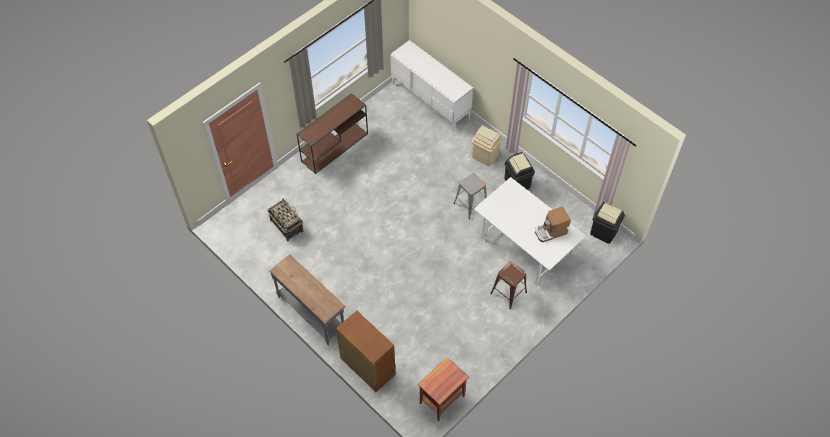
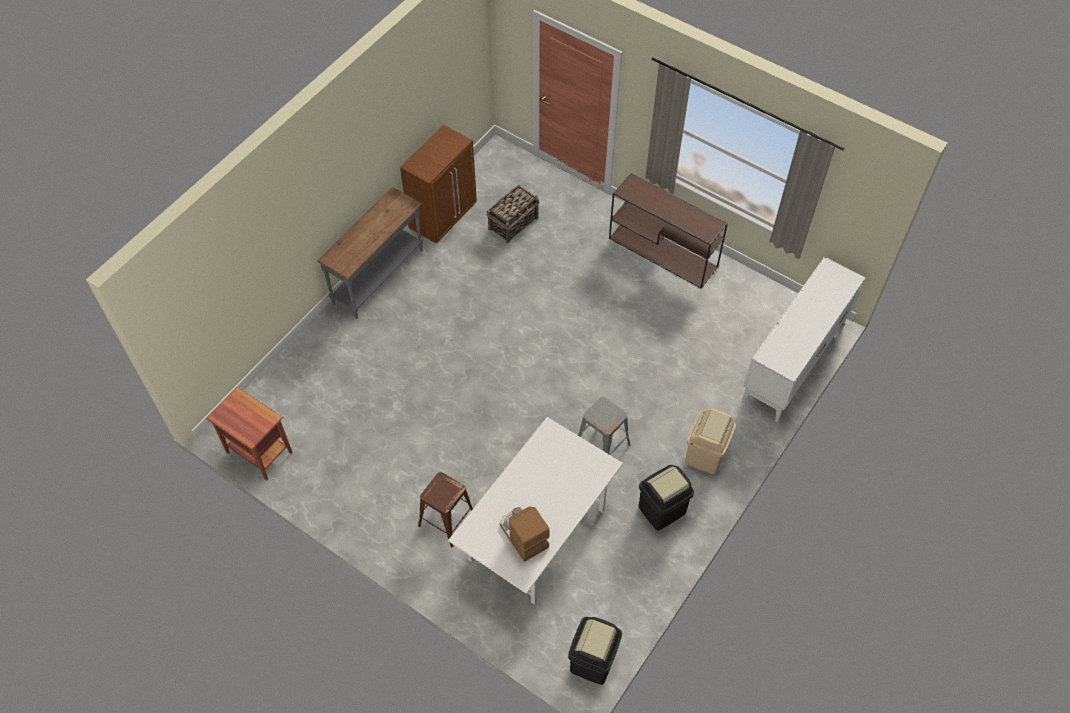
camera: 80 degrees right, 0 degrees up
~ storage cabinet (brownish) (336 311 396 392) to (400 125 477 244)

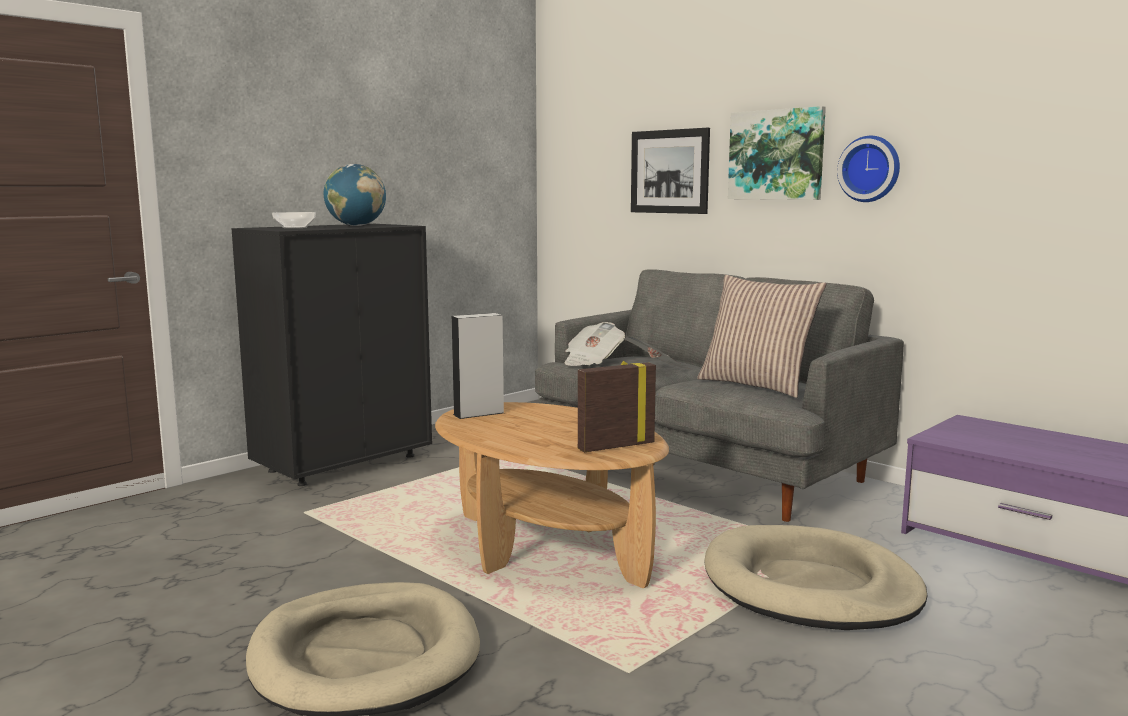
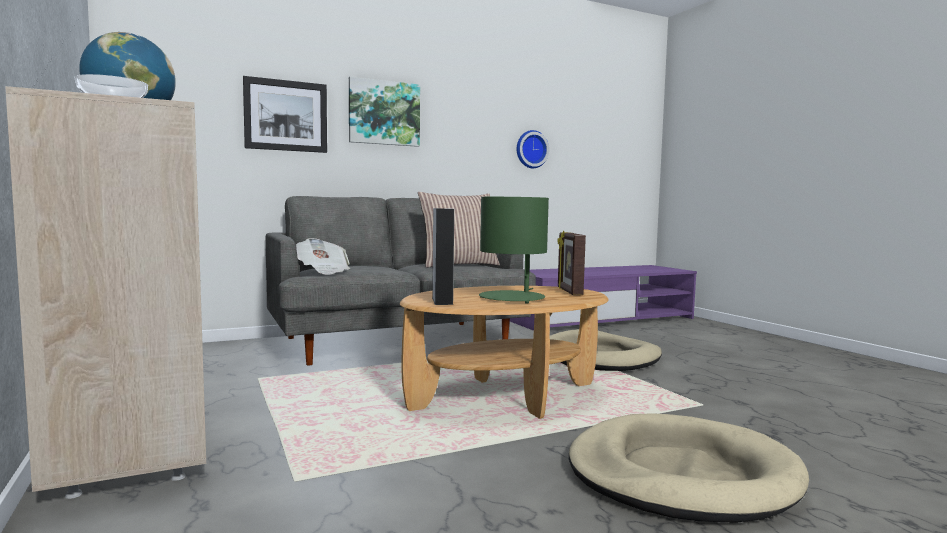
camera: 70 degrees left, 5 degrees down
~ storage cabinet (black) (232 224 432 486) to storage cabinet (beige-coloured) (5 86 206 499)
- printed paper (623 336 690 369)
~ clock on the wall (837 136 900 202) to (517 130 549 168)
+ table lamp (greenish) (479 197 549 304)

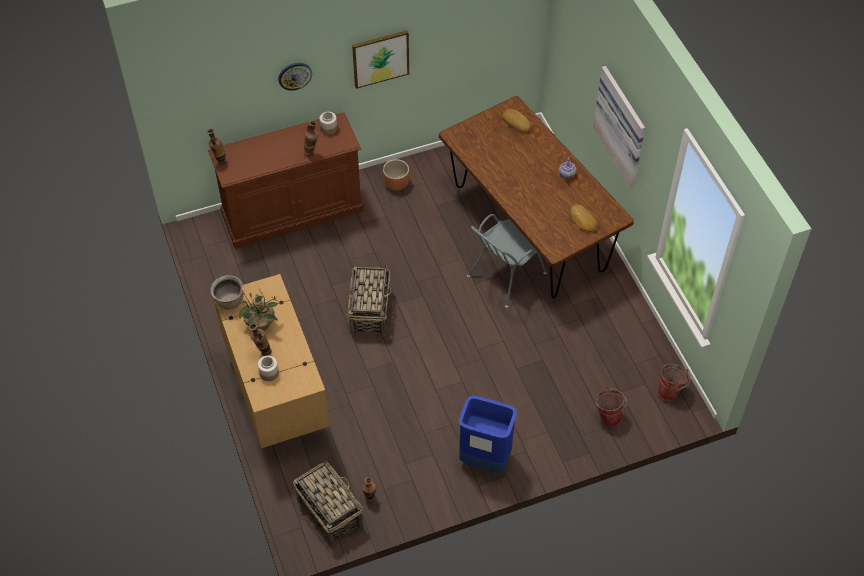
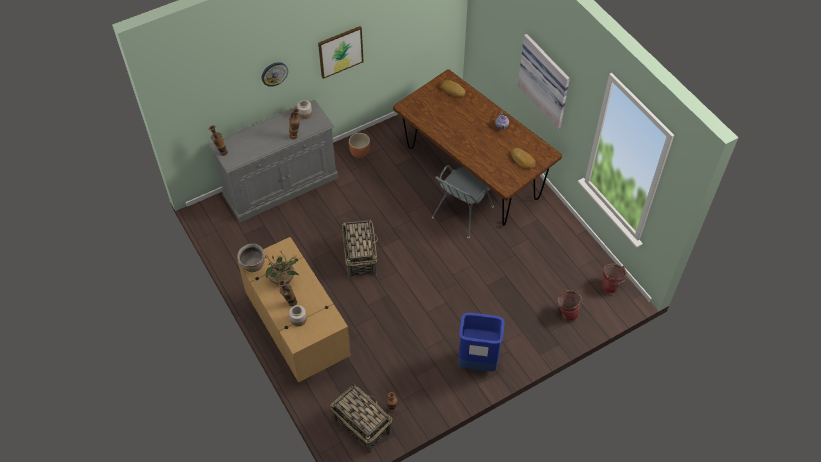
camera: 10 degrees left, 0 degrees up
~ storage cabinet (brownish) (208 112 364 249) to storage cabinet (grey) (209 100 339 222)

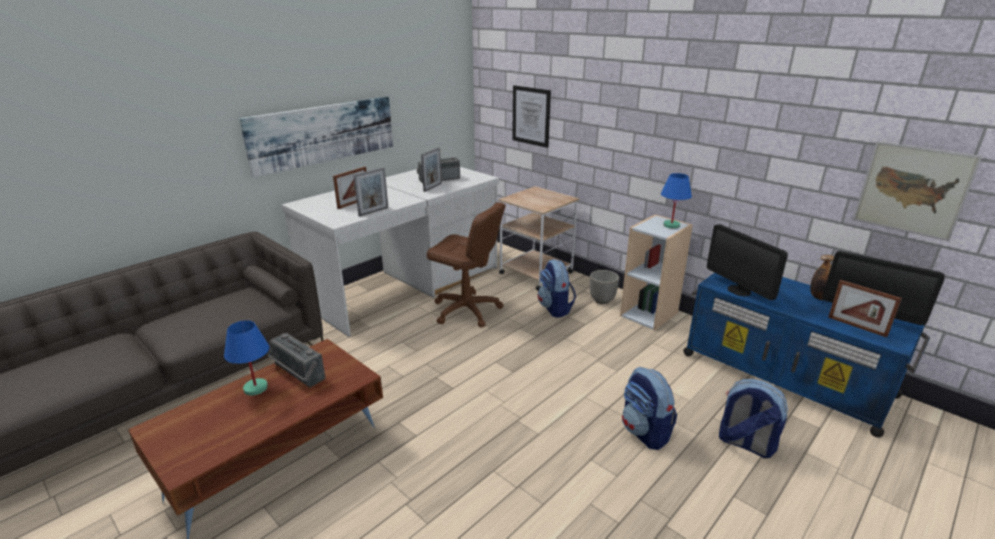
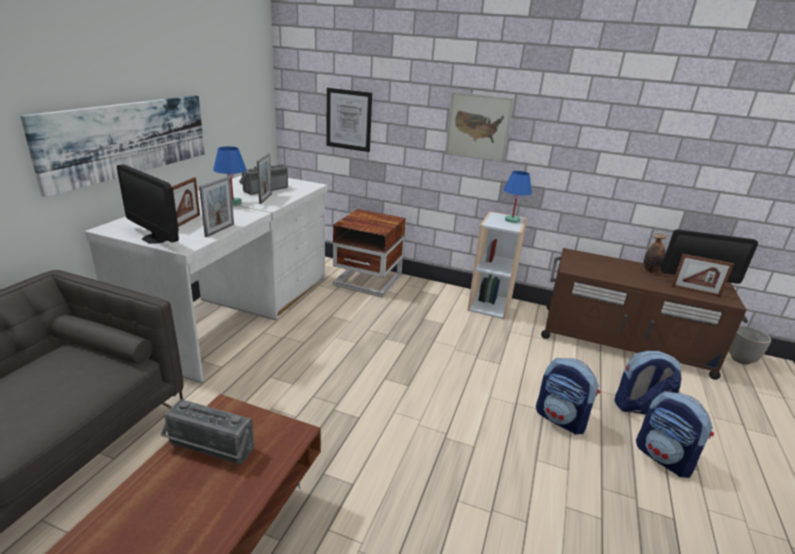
camera: 25 degrees left, 0 degrees up
~ table lamp (blue-coloured) (224 320 270 396) to (213 146 247 206)
- office chair (brownish) (427 202 505 327)
~ wheeled cart (beige-coloured) (498 186 579 291) to night table (333 209 406 298)
~ backpack (538 259 576 318) to (636 391 714 478)
~ planter (590 270 619 304) to (729 326 771 365)
~ storage cabinet (blue-coloured) (683 272 930 437) to storage cabinet (brownish) (541 248 748 380)
~ monitor (707 224 788 300) to (117 164 179 244)
~ wall art (853 141 982 241) to (445 92 514 163)

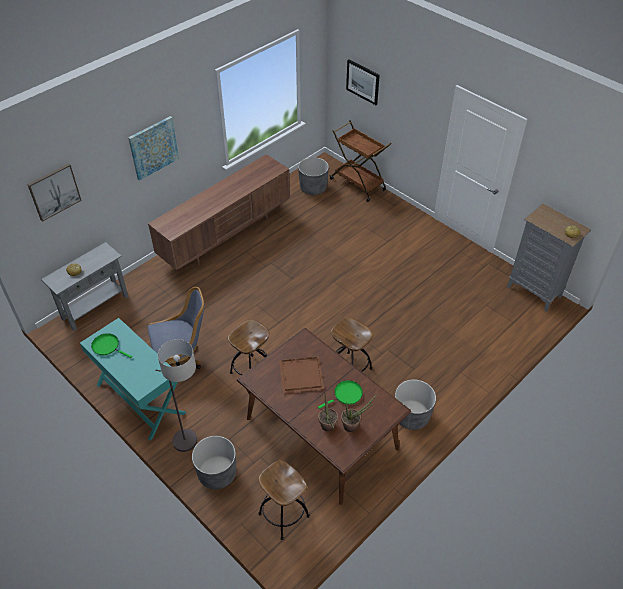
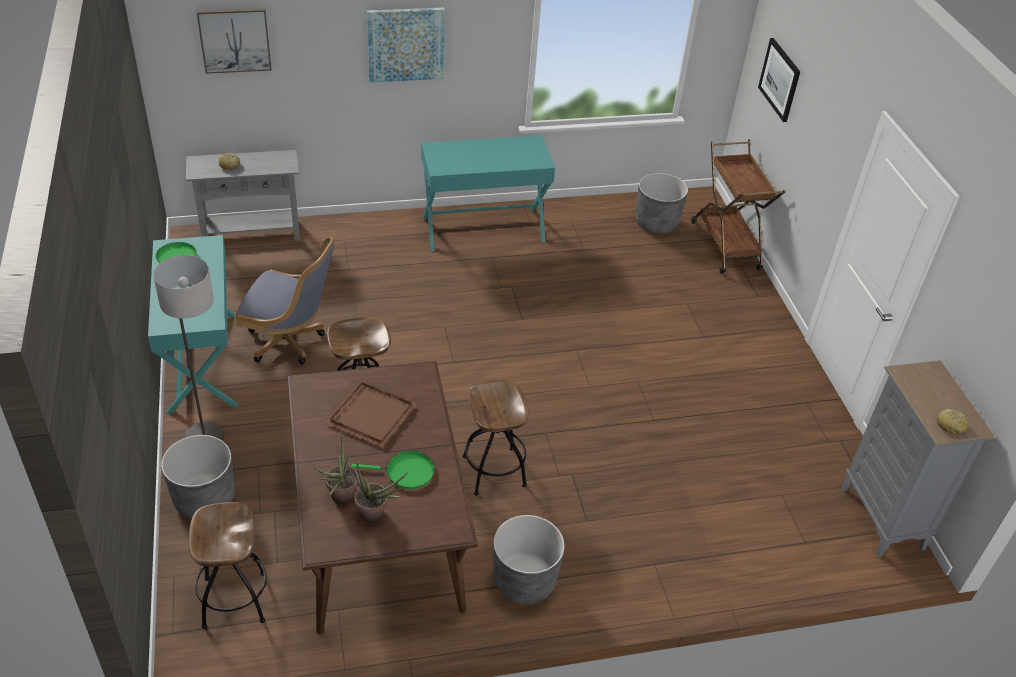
camera: 30 degrees right, 5 degrees down
~ storage cabinet (brownish) (148 154 290 270) to desk unit (blue-green) (421 135 555 251)

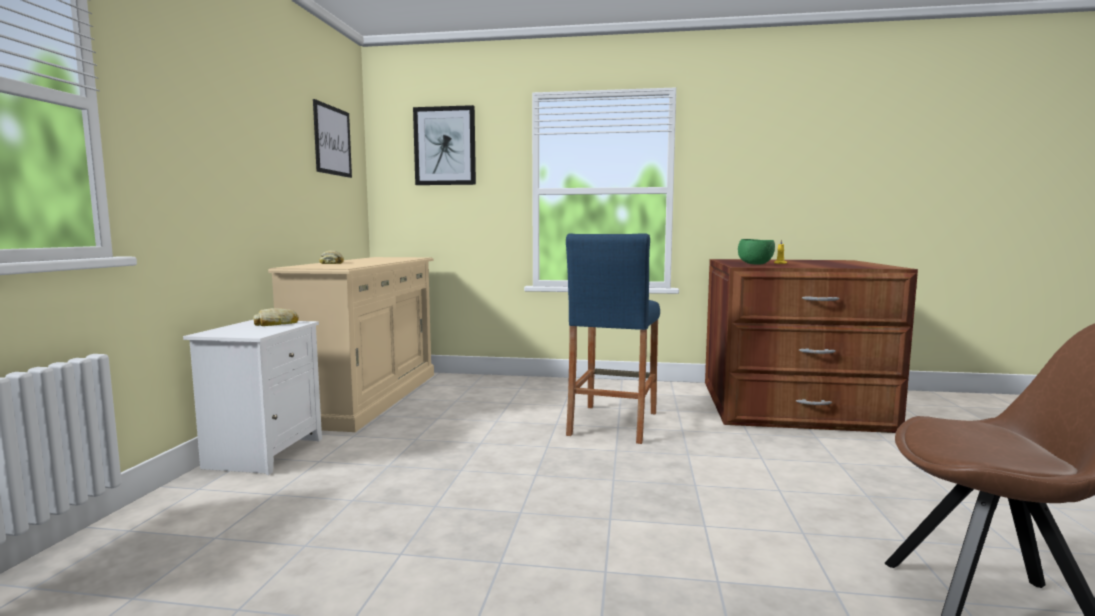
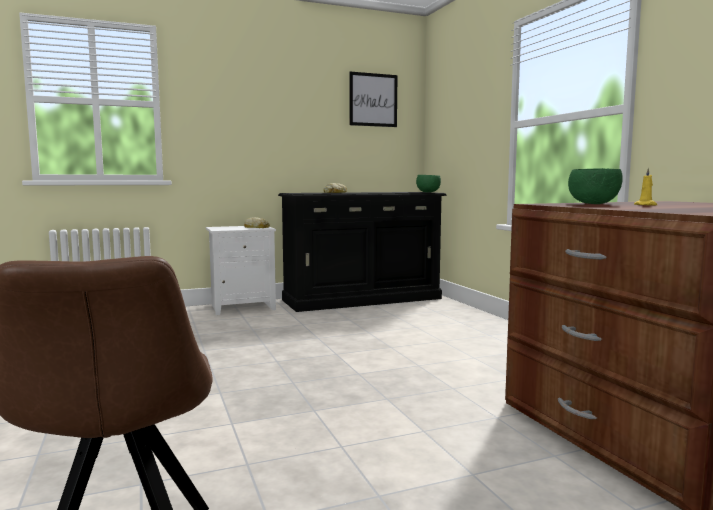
camera: 60 degrees right, 0 degrees up
~ storage cabinet (beige-coloured) (268 257 434 432) to storage cabinet (black) (278 192 446 312)
- wall art (413 105 476 185)
- stool (blue-coloured) (566 233 660 444)
+ bowl (greenish) (416 175 441 192)

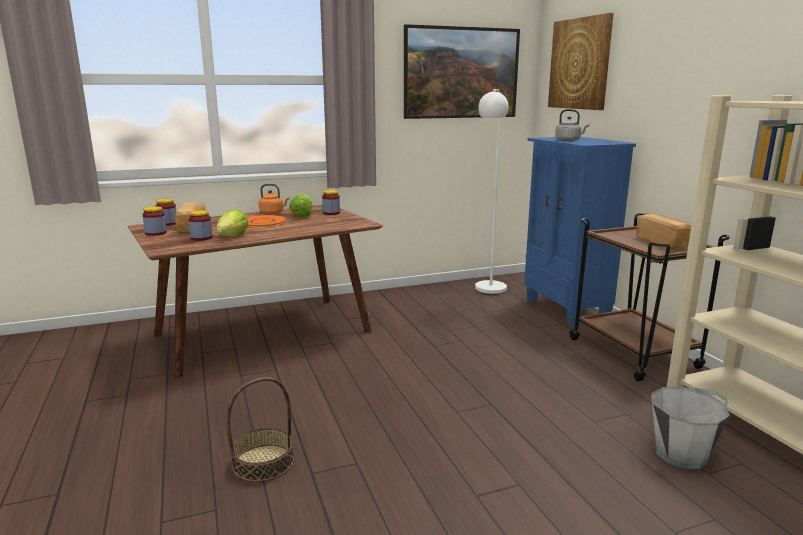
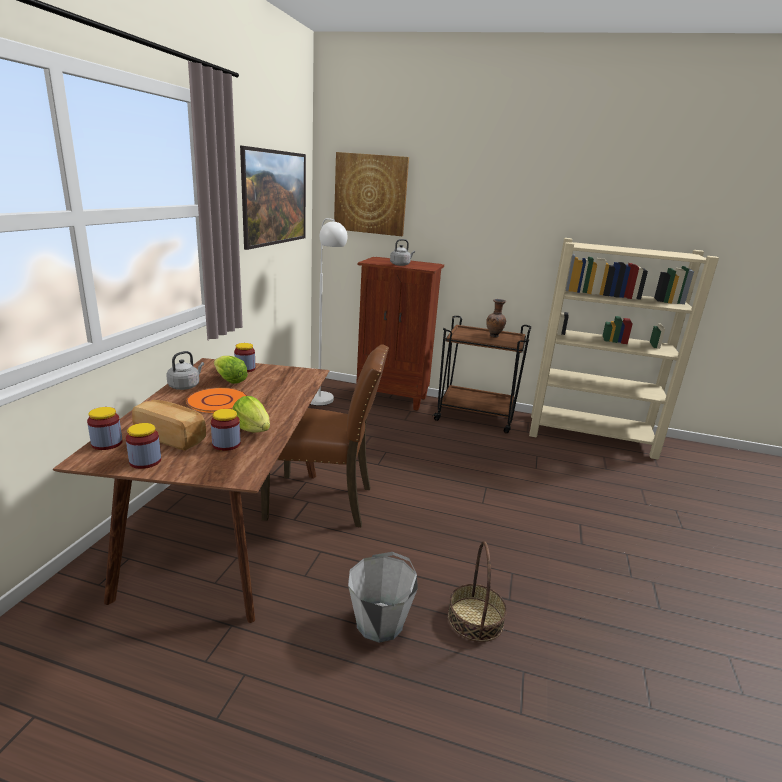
camera: 55 degrees left, 5 degrees up
~ kettle (orange-coloured) (259 184 289 214) to kettle (grey) (166 351 204 390)
~ storage cabinet (blue-coloured) (524 137 636 326) to storage cabinet (brownish) (356 257 444 410)
~ bakery bread (636 214 691 249) to vase (brownish) (486 299 506 338)
~ water bucket (grey) (651 387 730 469) to (348 552 418 643)
+ plain chair (brownish) (261 344 389 527)

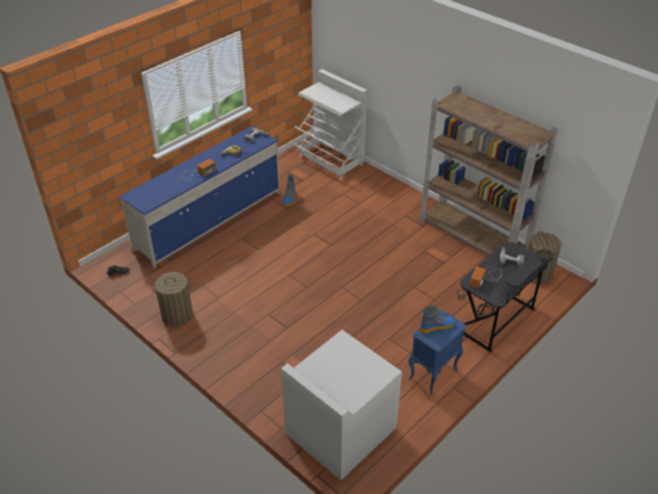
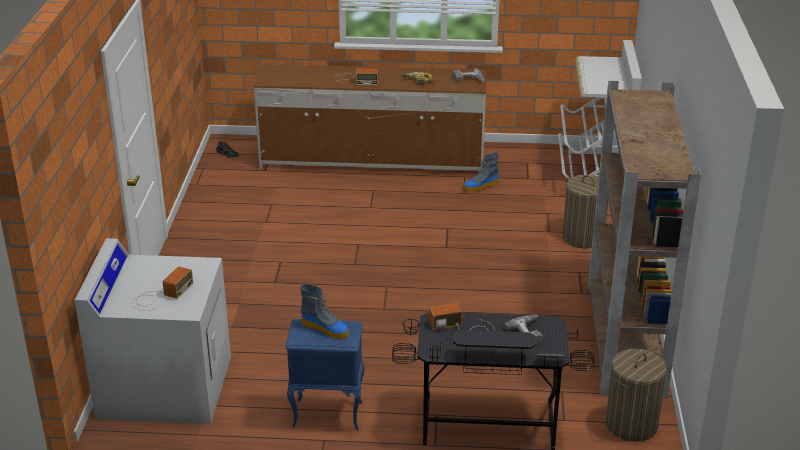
camera: 50 degrees right, 10 degrees down
~ storage cabinet (blue-coloured) (119 126 280 268) to storage cabinet (brownish) (254 64 486 172)
~ washing basket (151 272 193 326) to (562 175 608 248)
+ radio set (132 266 193 311)

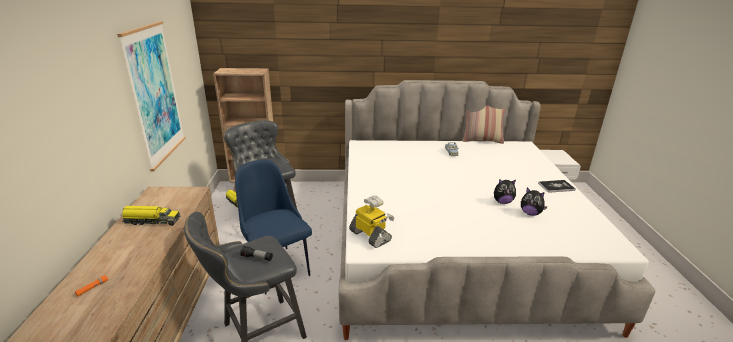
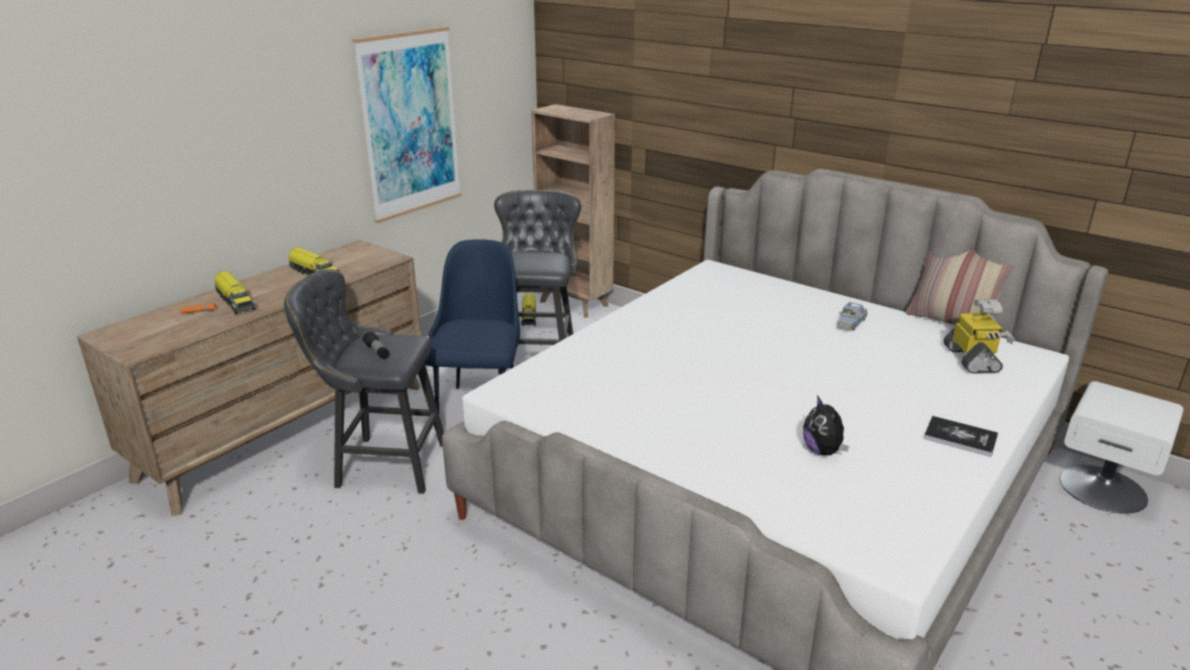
camera: 40 degrees right, 0 degrees up
~ toy robot (349 195 394 248) to (944 299 1015 374)
- plush toy (494 179 516 204)
+ toy lorry (214 271 256 314)

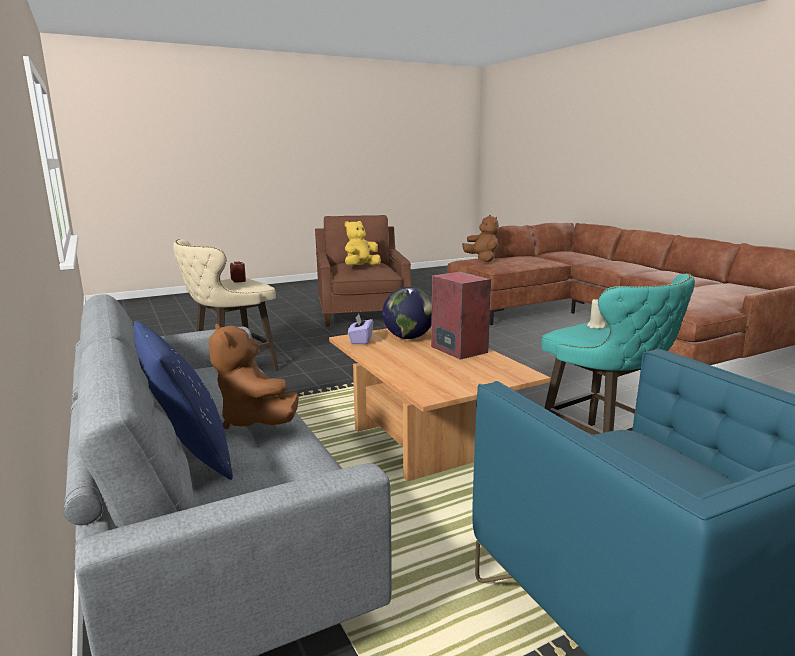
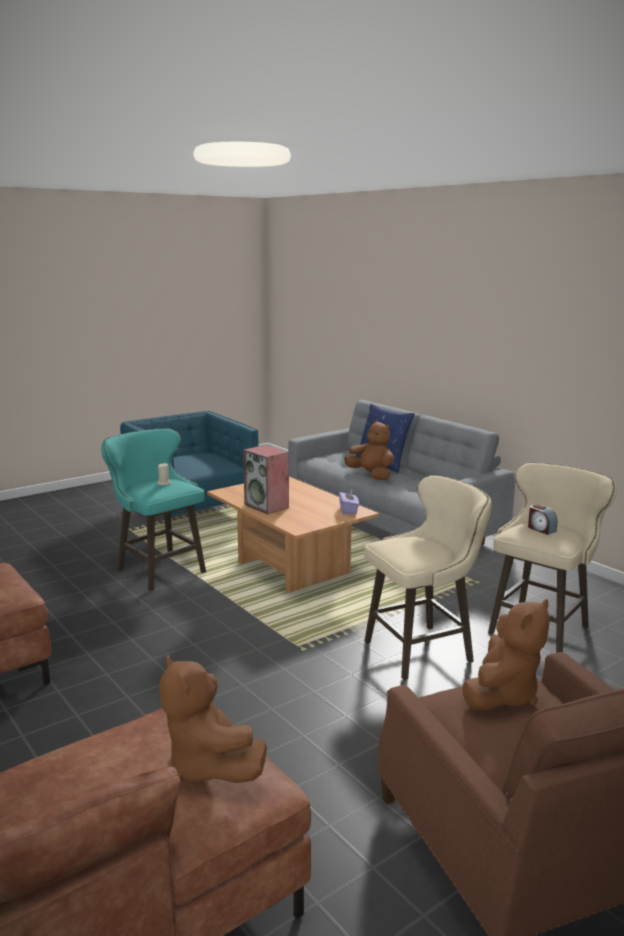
camera: 170 degrees right, 0 degrees up
~ plush toy (yellow-coloured) (345 221 381 266) to plush toy (brownish) (462 599 550 711)
- world globe (382 287 432 339)
+ stool (beige-coloured) (364 475 492 680)

